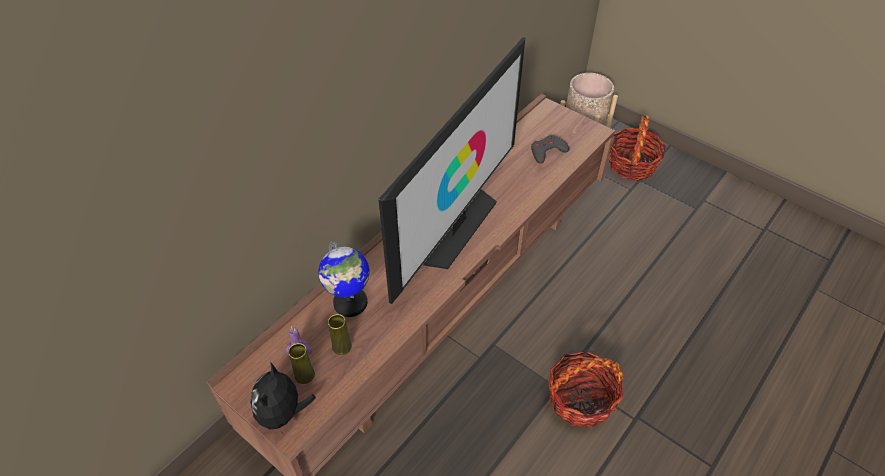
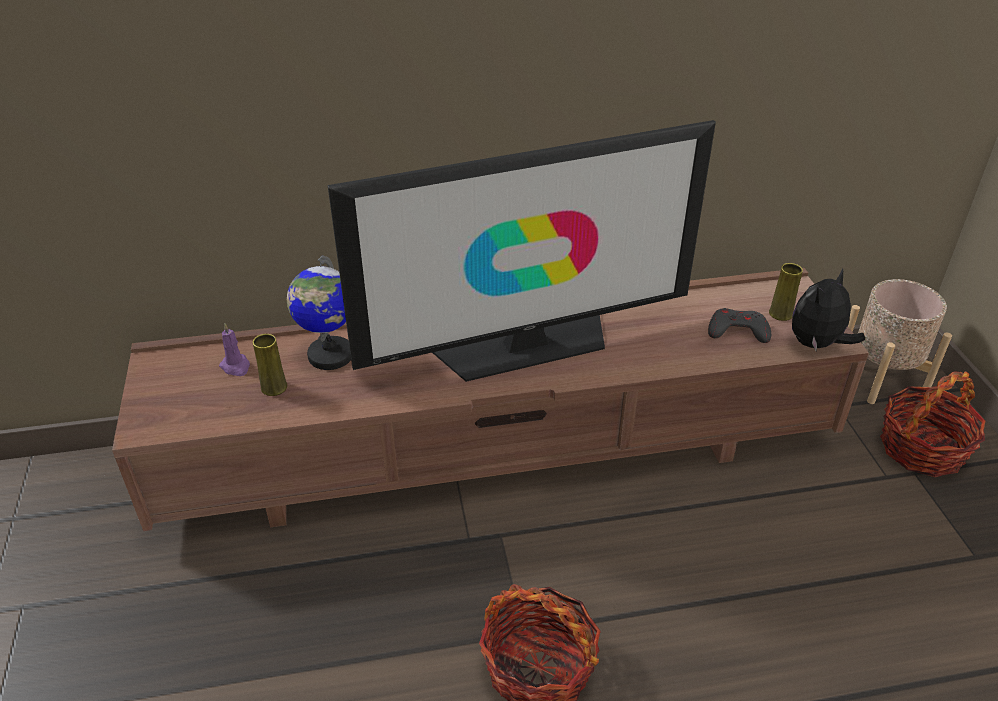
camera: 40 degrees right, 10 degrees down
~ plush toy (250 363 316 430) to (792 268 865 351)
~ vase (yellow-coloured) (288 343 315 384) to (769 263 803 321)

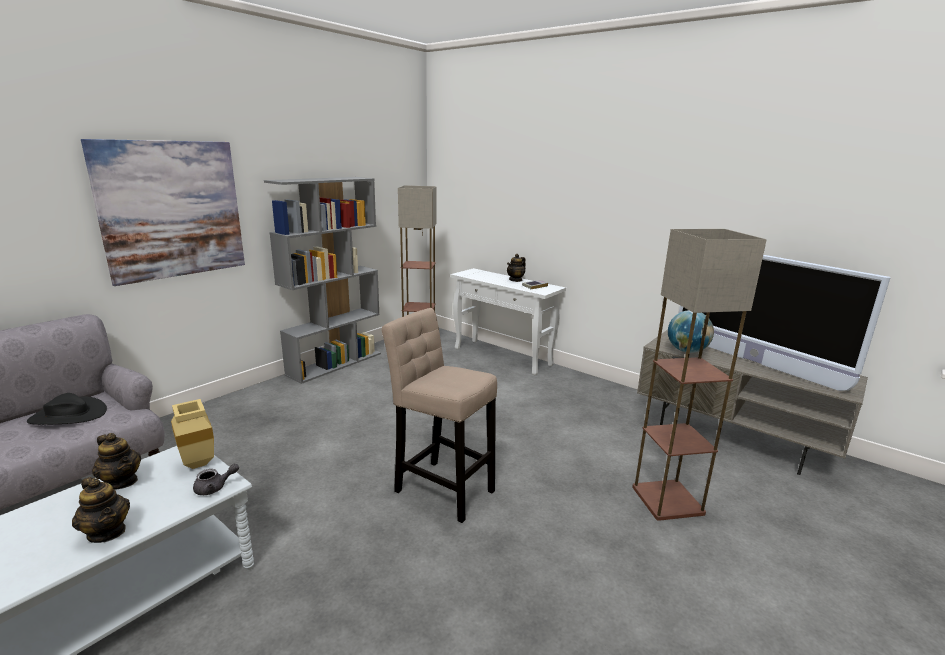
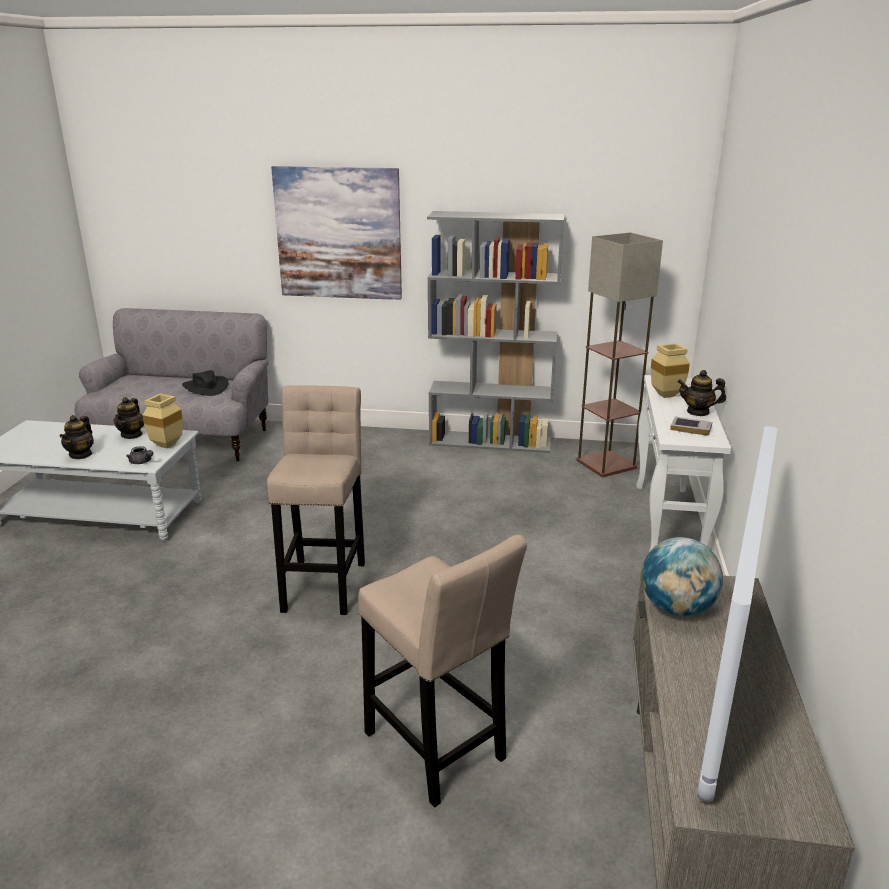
camera: 60 degrees right, 5 degrees up
~ standard lamp (632 229 767 521) to stool (beige-coloured) (358 535 527 808)
+ vase (beige-coloured) (651 343 690 398)

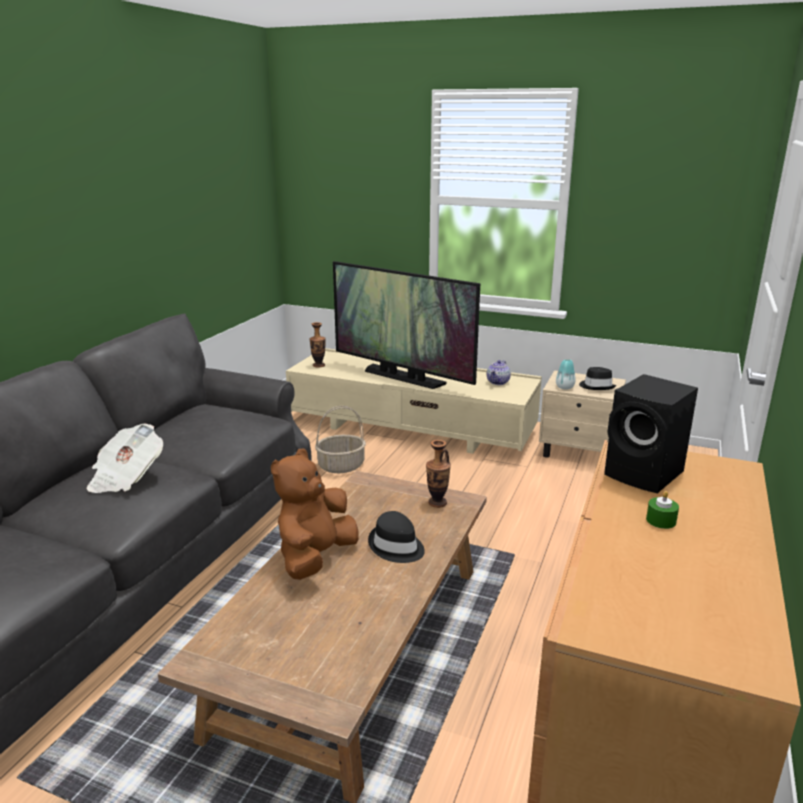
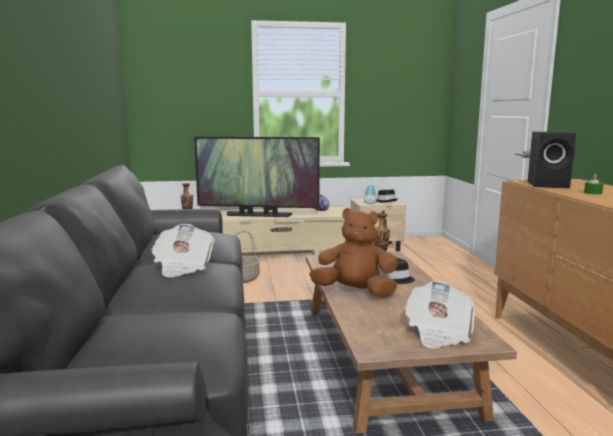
camera: 30 degrees left, 10 degrees down
~ plush toy (brownish) (271 448 359 580) = (309 208 398 298) 105 degrees clockwise
+ printed paper (404 281 476 348)

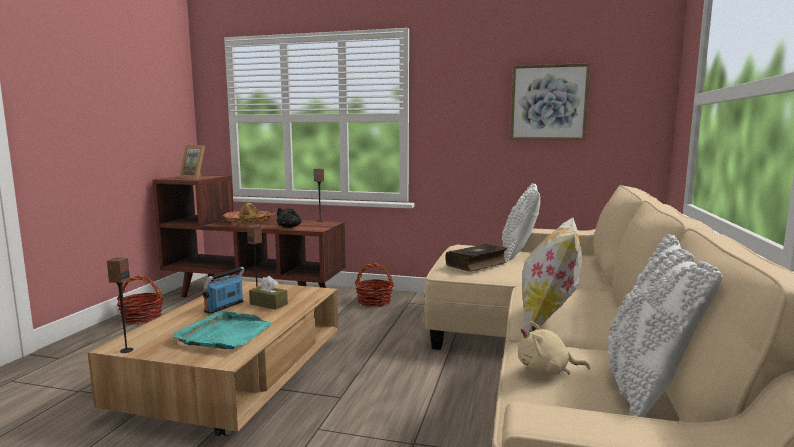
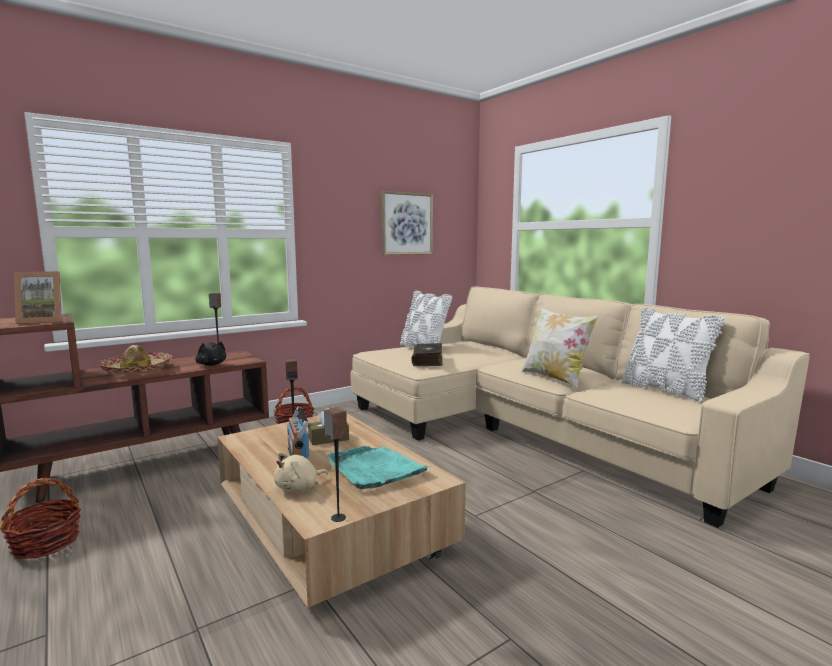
camera: 50 degrees left, 0 degrees up
~ plush toy (beige-coloured) (518 321 590 375) to (274 452 328 492)

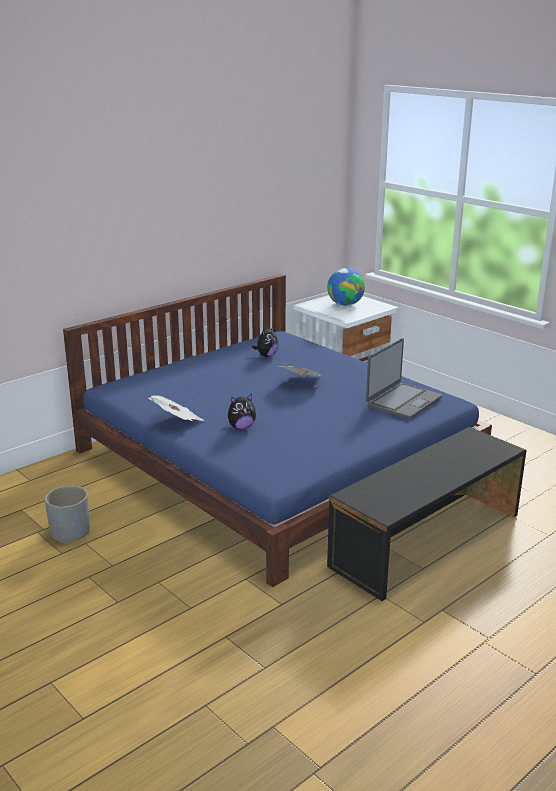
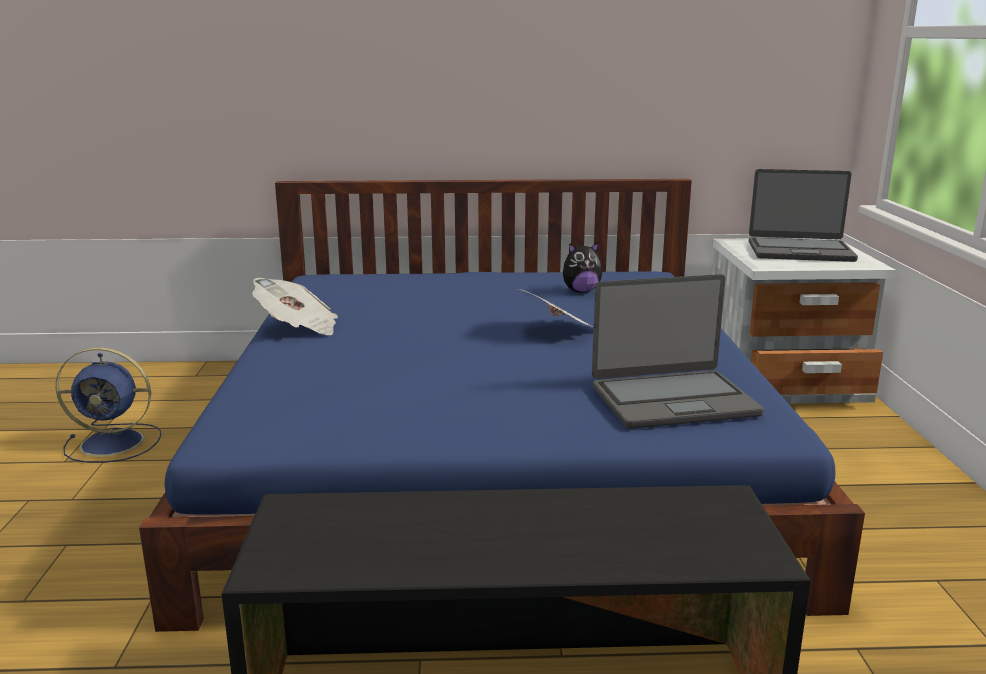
camera: 40 degrees right, 5 degrees down
~ planter (grey) (45 486 90 544) to electric fan (blue-coloured) (56 347 161 463)
- plush toy (228 394 256 429)
~ world globe (327 268 365 306) to notebook computer (749 169 858 262)

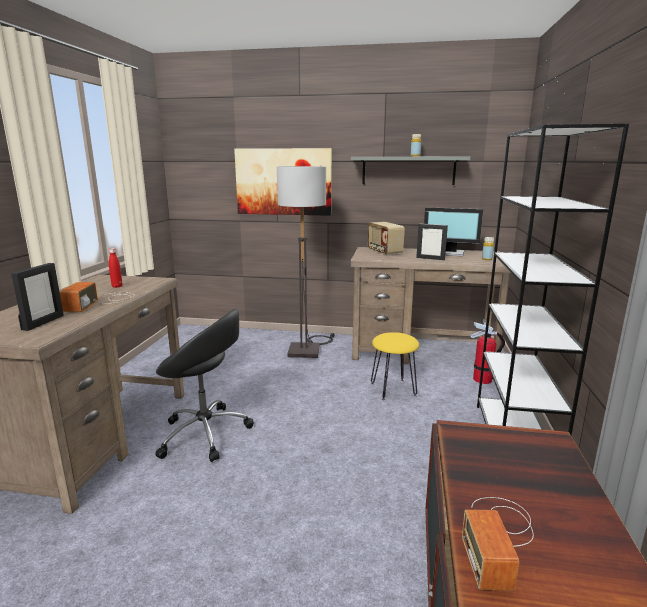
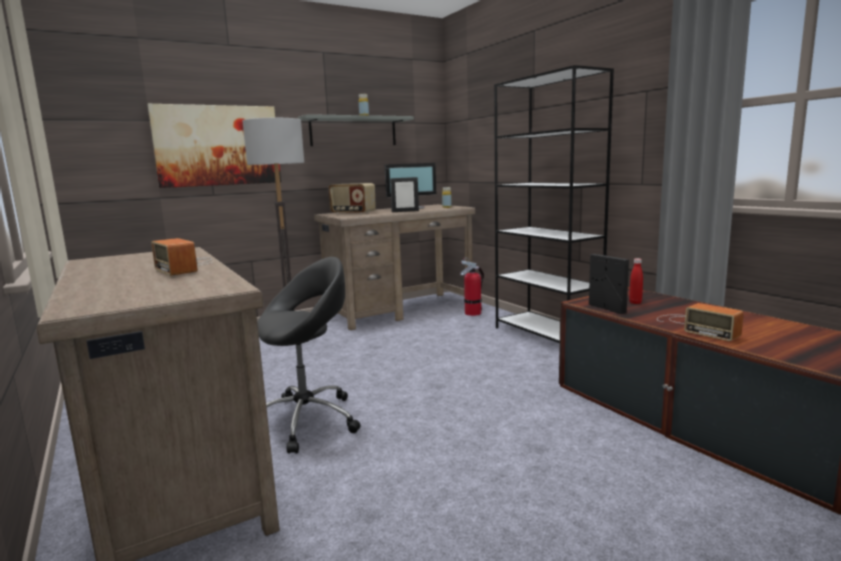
camera: 40 degrees left, 5 degrees down
~ standing frame (11 263 64 331) to (589 254 629 314)
~ drink bottle (red-coloured) (109 248 123 288) to (629 258 643 304)
- stool (yellow-coloured) (371 332 419 400)

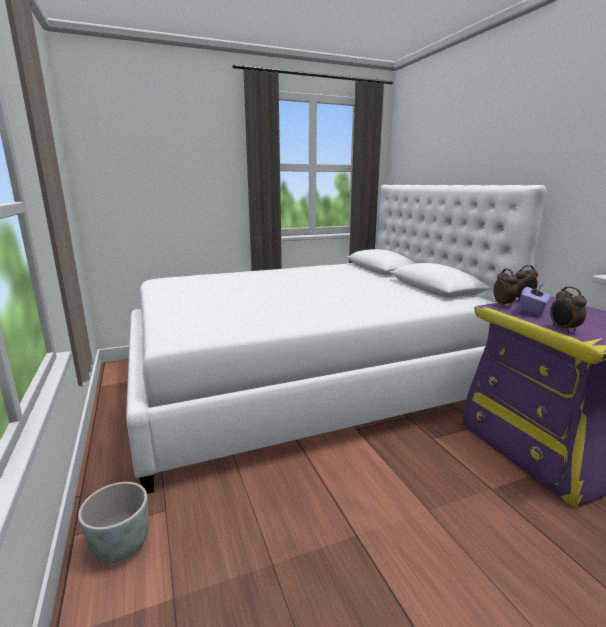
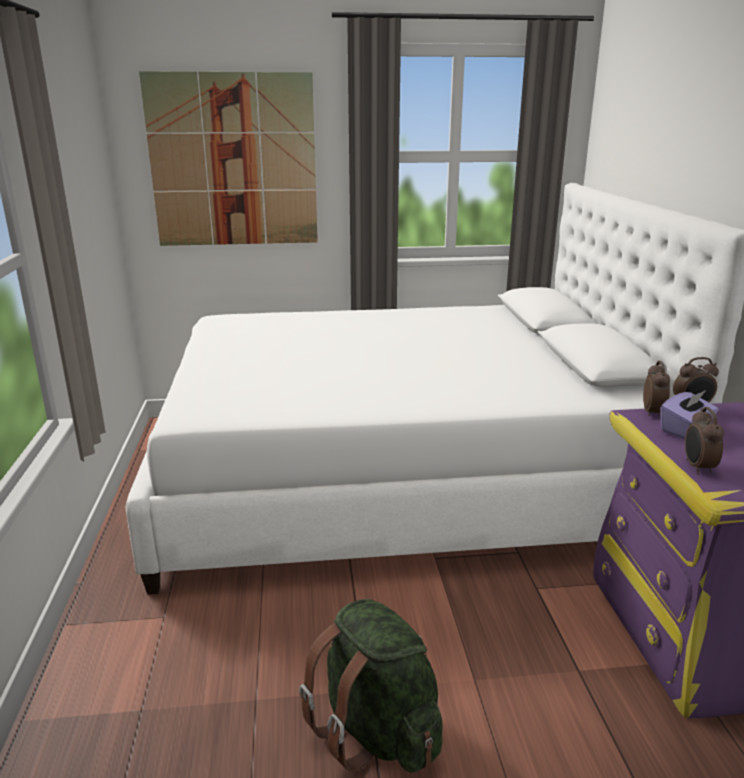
camera: 15 degrees right, 5 degrees up
- planter (grey) (78 482 149 563)
+ wall art (139 71 318 246)
+ backpack (greenish) (299 599 443 773)

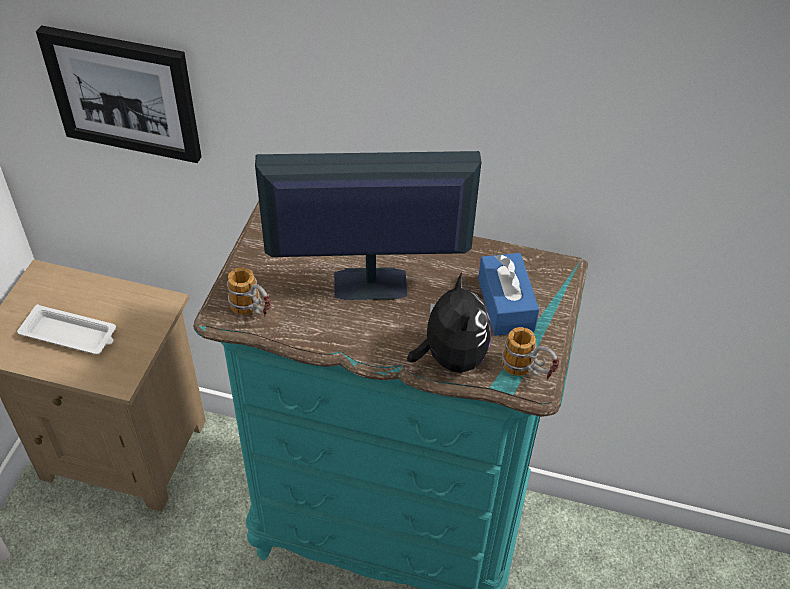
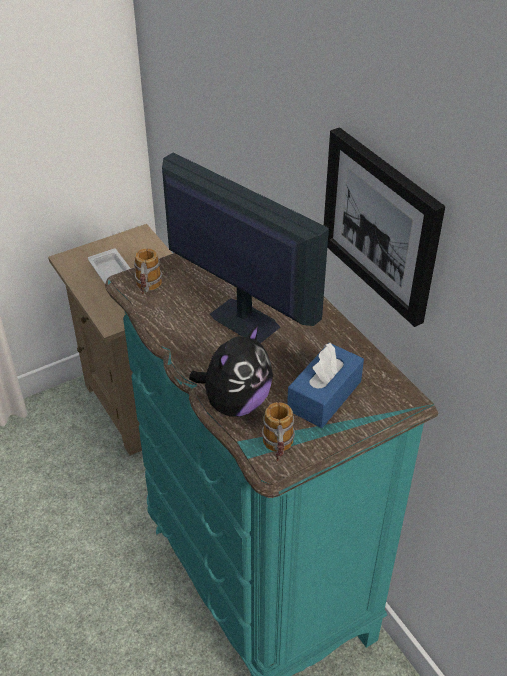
camera: 45 degrees right, 5 degrees down
~ wall art (36 25 202 163) to (324 127 445 327)

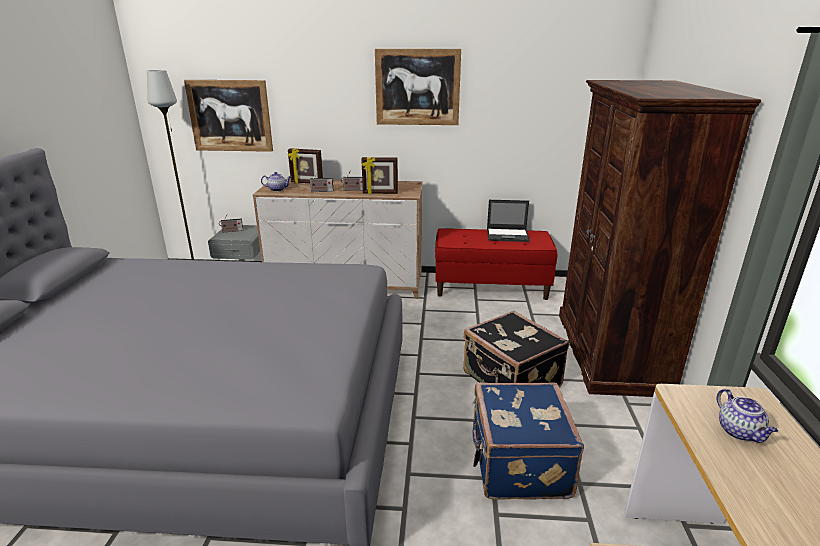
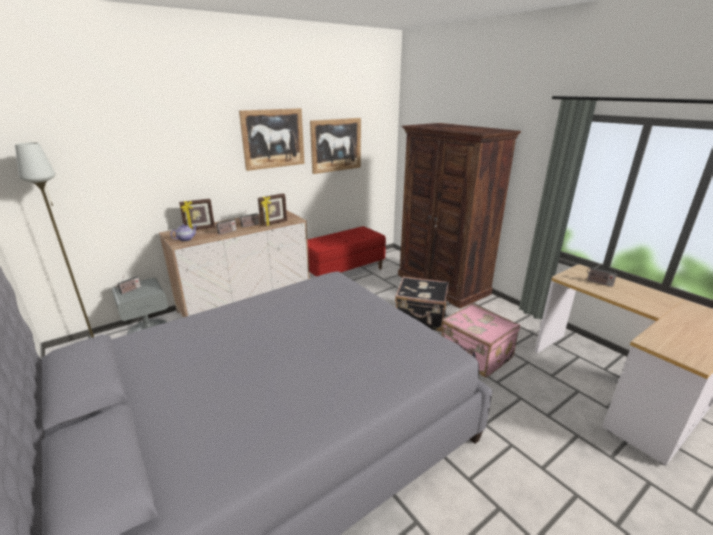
camera: 40 degrees left, 0 degrees up
~ wall art (184 80 273 152) to (310 118 361 174)
~ piece of luggage (blue-coloured) (472 383 584 500) to piece of luggage (pink-coloured) (441 303 520 377)
- notebook computer (487 200 530 242)
~ teapot (717 389 778 443) to radio set (587 263 617 287)

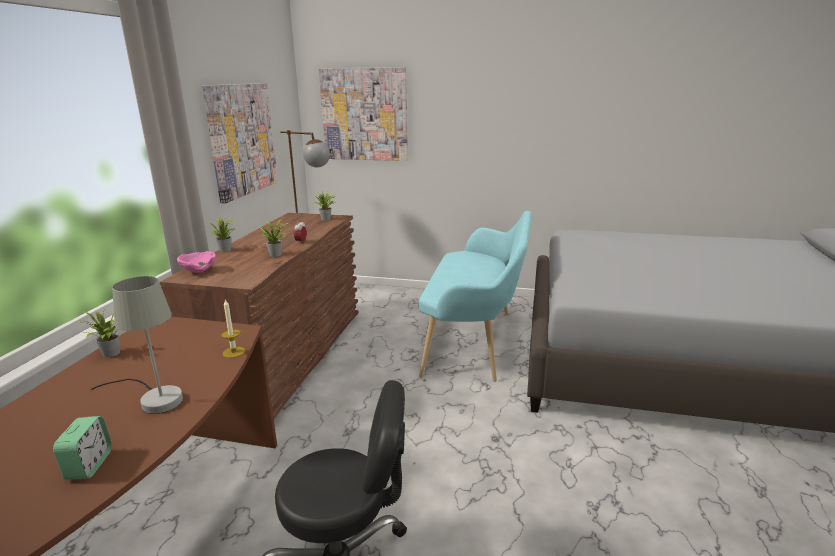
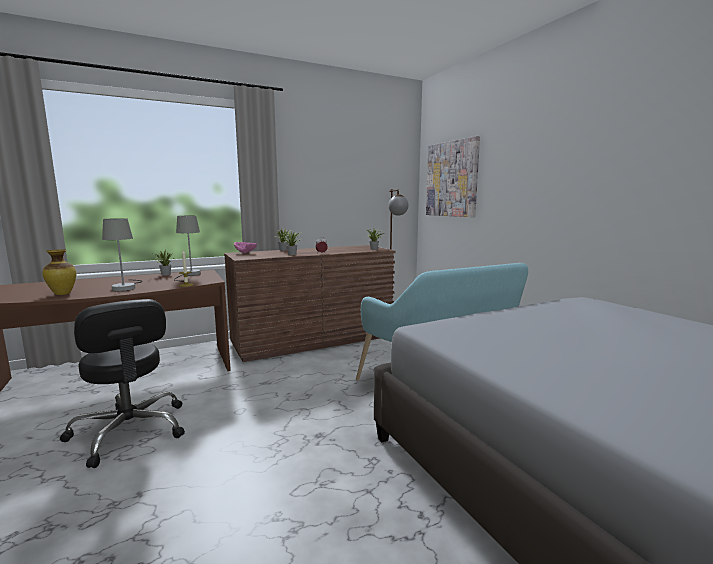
camera: 50 degrees right, 10 degrees down
~ bedside clock (53 416 112 480) to vase (42 249 76 295)
- wall art (202 83 278 203)
+ table lamp (grey) (174 216 201 282)

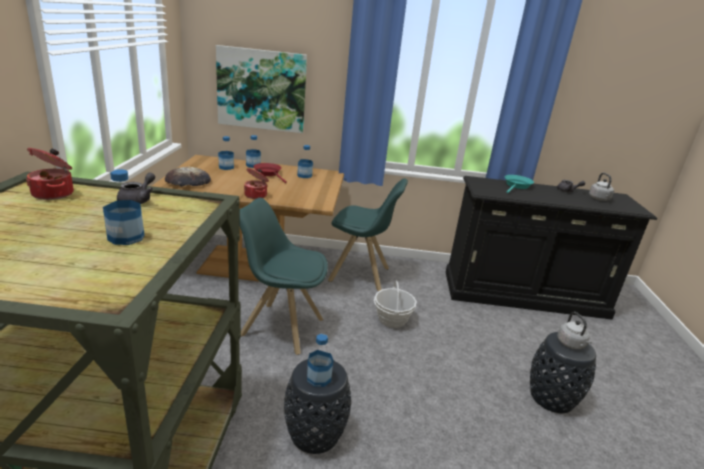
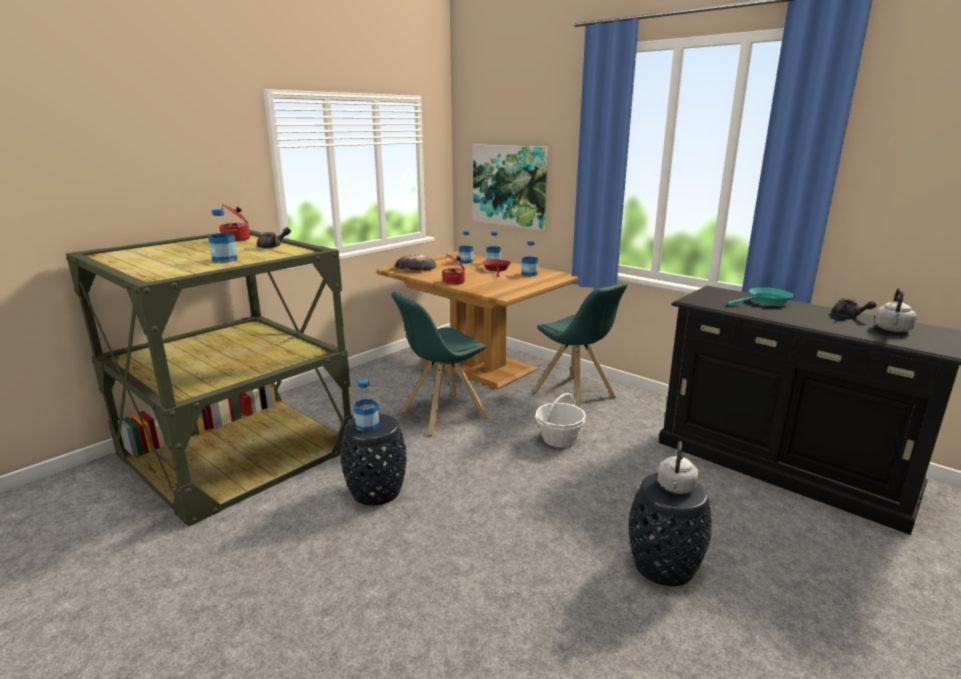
camera: 40 degrees right, 5 degrees down
~ plain chair (blue-green) (239 198 328 355) = (392 291 488 436) 90 degrees counterclockwise

